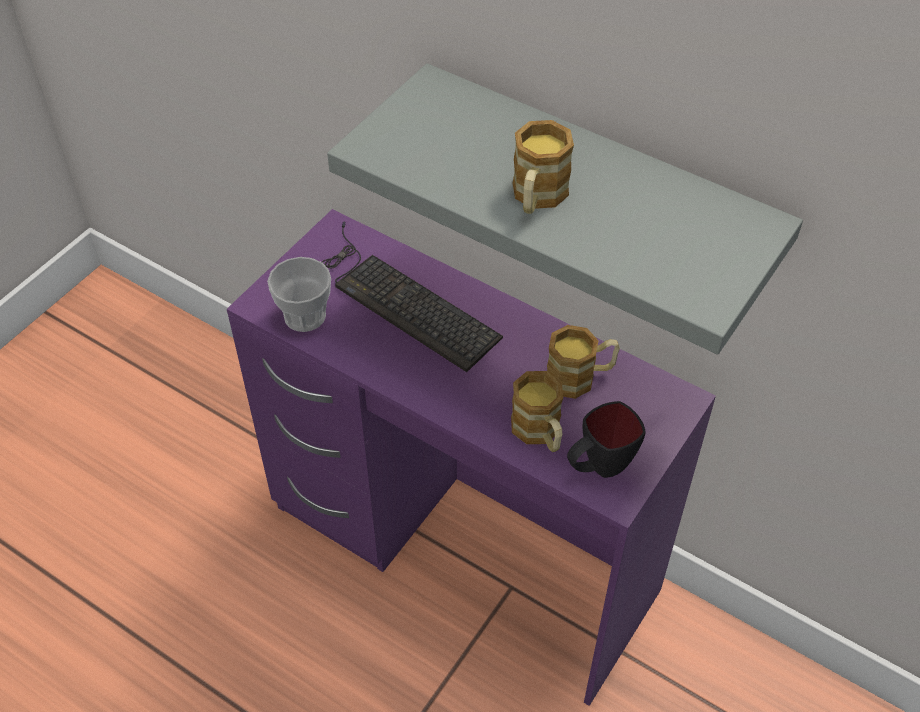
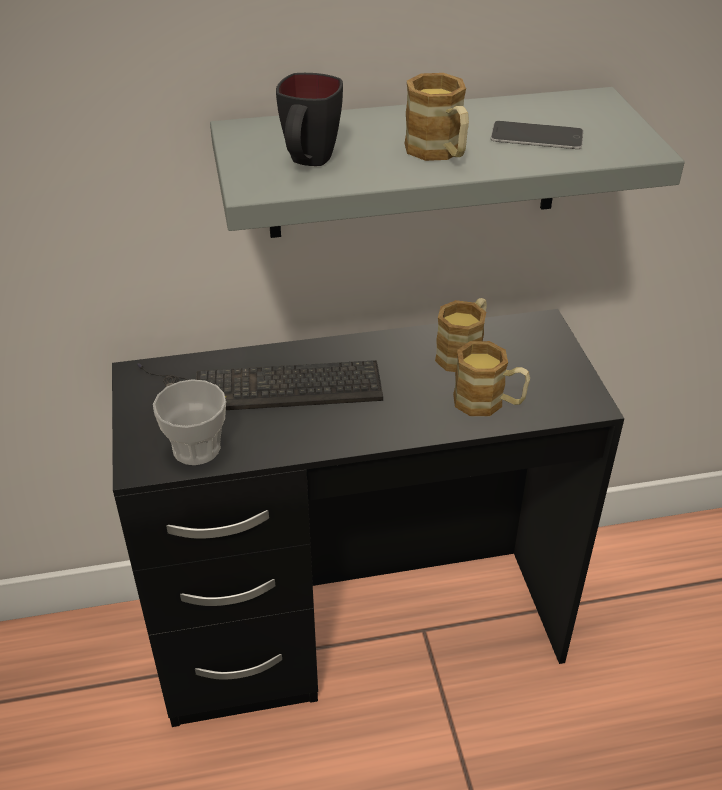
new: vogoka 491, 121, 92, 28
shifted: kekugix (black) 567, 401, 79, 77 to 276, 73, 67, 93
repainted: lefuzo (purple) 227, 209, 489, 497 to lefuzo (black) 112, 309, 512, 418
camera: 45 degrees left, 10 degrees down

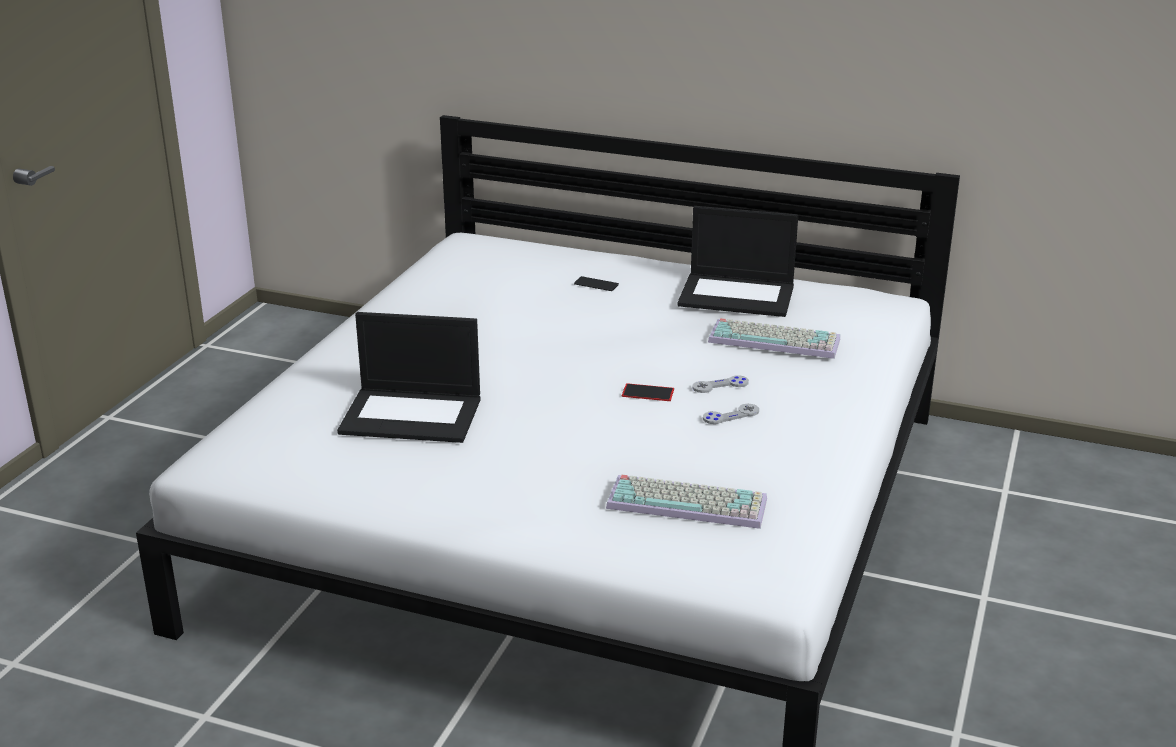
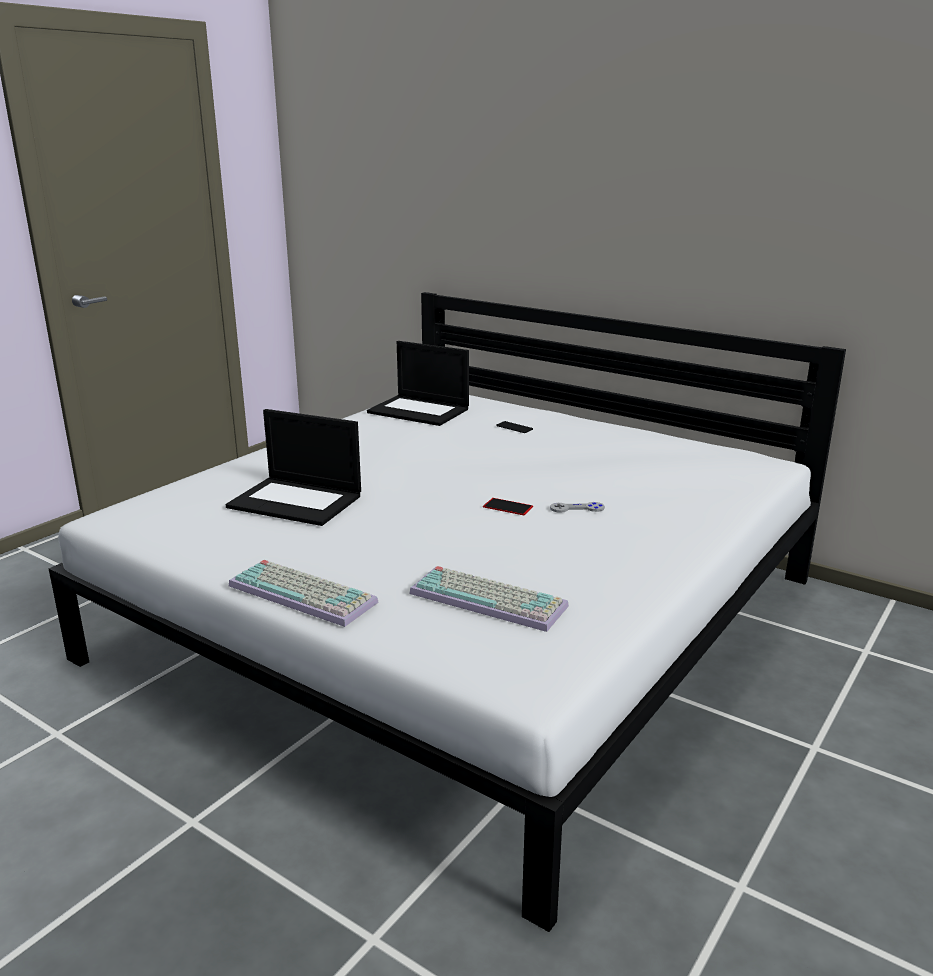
gone: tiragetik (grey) 703, 404, 56, 20
shifted: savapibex 677, 206, 121, 111 to 367, 341, 102, 85; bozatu 708, 318, 132, 41 to 229, 560, 150, 67
camera: 15 degrees right, 5 degrees down

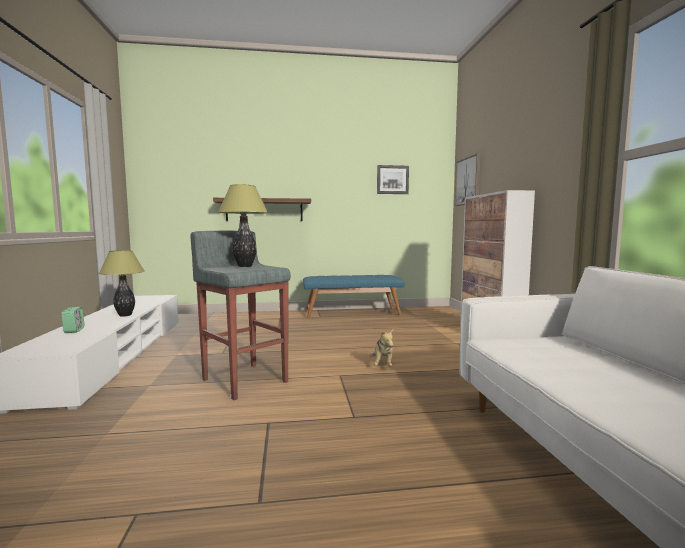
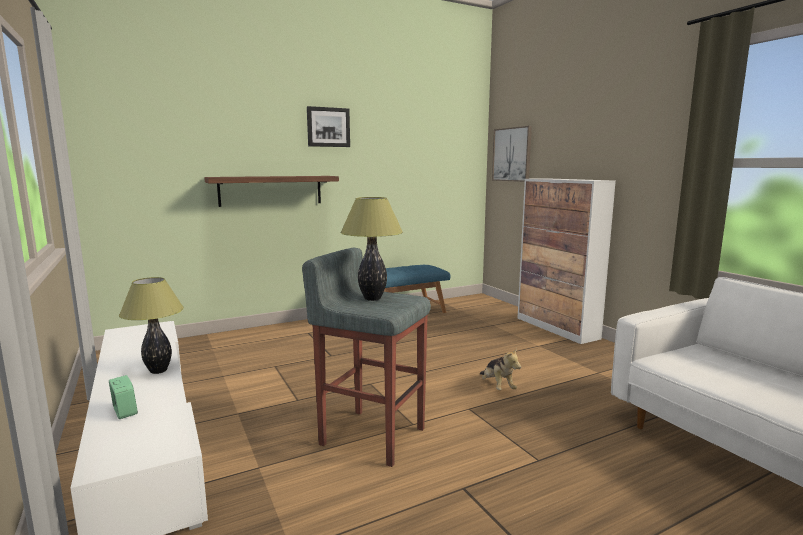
shifted: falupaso 377, 165, 32, 29 to 307, 106, 43, 41
camera: 20 degrees left, 5 degrees up

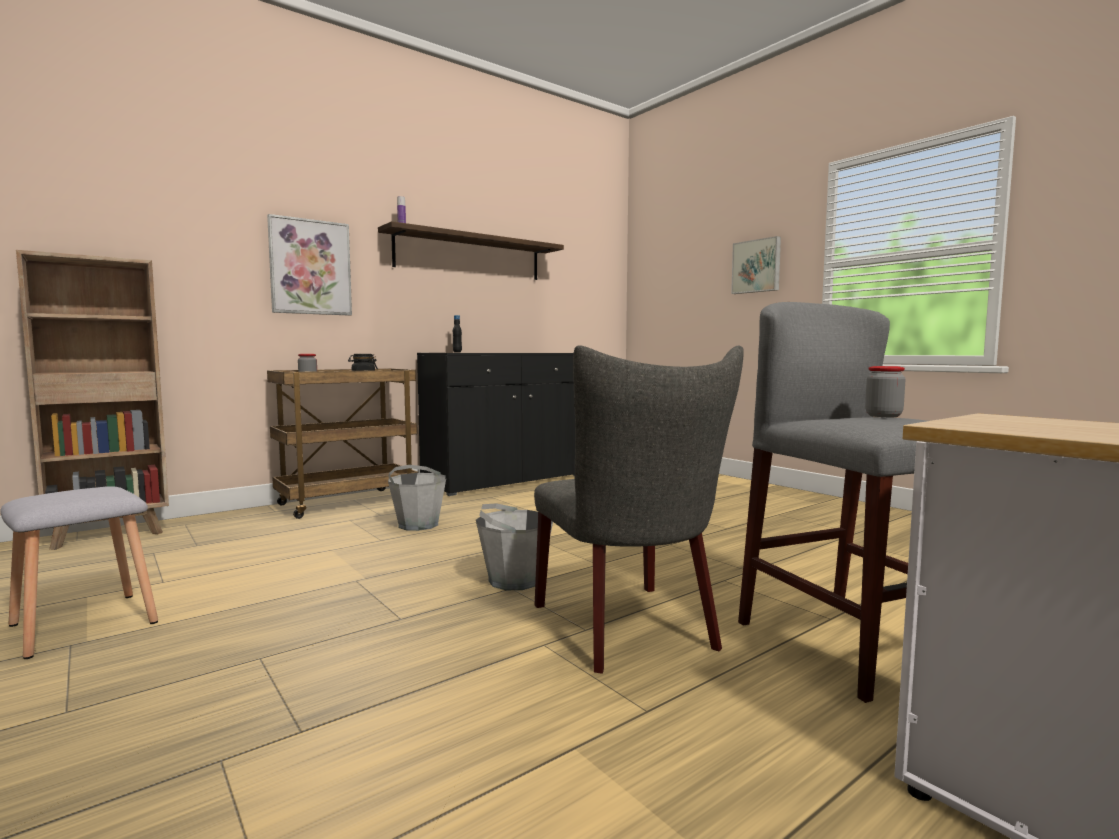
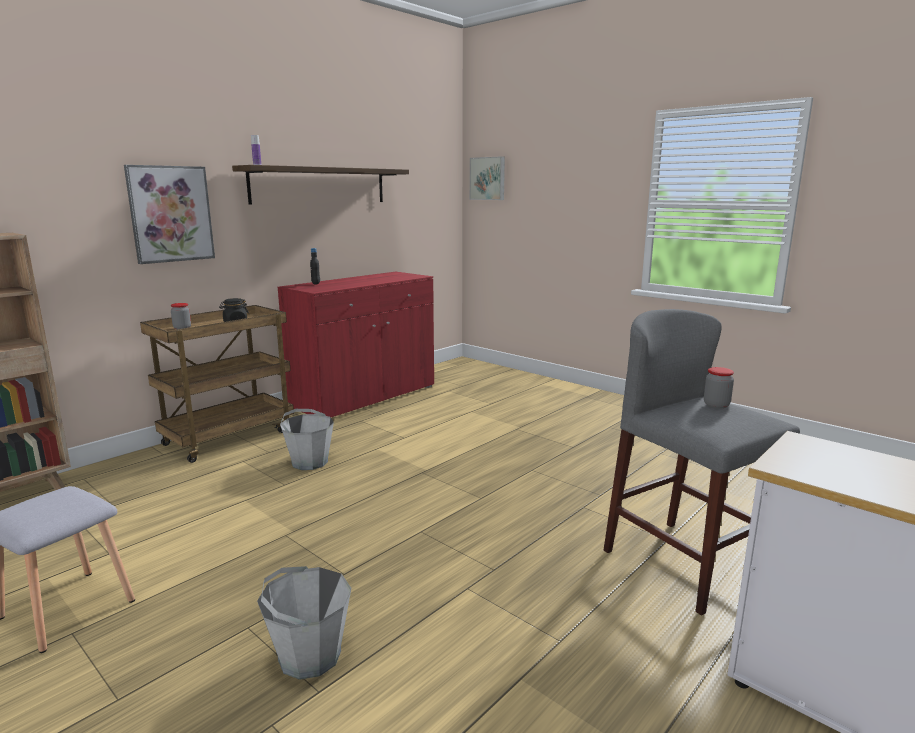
gone: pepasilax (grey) 534, 345, 210, 329
shifted: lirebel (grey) 476, 503, 77, 87 to 257, 566, 94, 114; falupaso 731, 236, 50, 58 to 470, 156, 35, 44
repainted: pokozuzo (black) 417, 353, 158, 143 to pokozuzo (red) 277, 272, 157, 145
camera: 10 degrees left, 10 degrees up

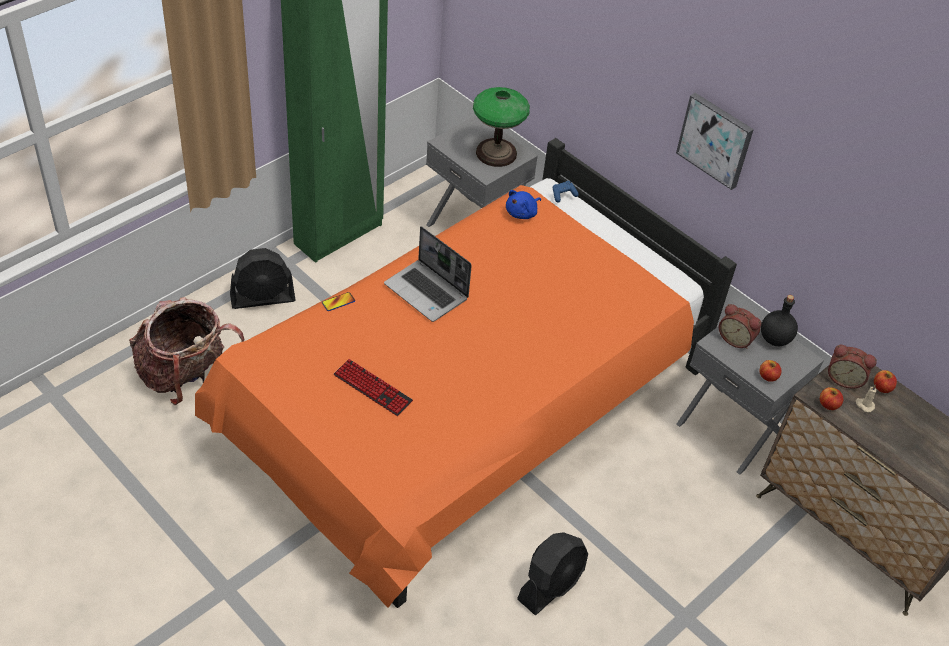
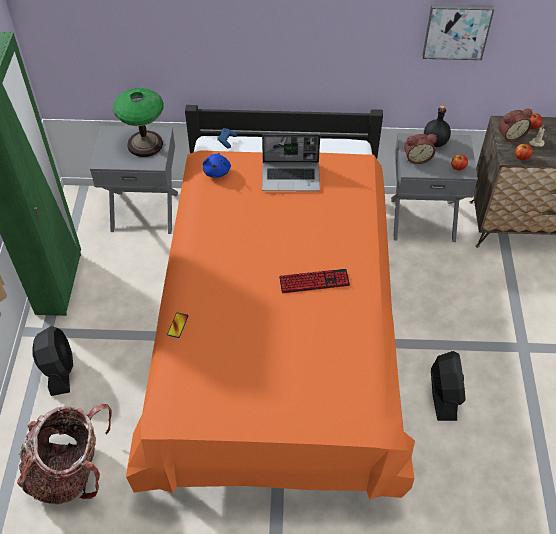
shifted: bozatu 333, 359, 80, 57 to 279, 269, 71, 24; savapibex 384, 226, 88, 96 to 262, 134, 58, 57; falupaso 676, 93, 78, 97 to 422, 4, 72, 56
rotated: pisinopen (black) 230, 248, 66, 61 = 32, 326, 41, 70 45 degrees counterclockwise
camera: 40 degrees left, 5 degrees up

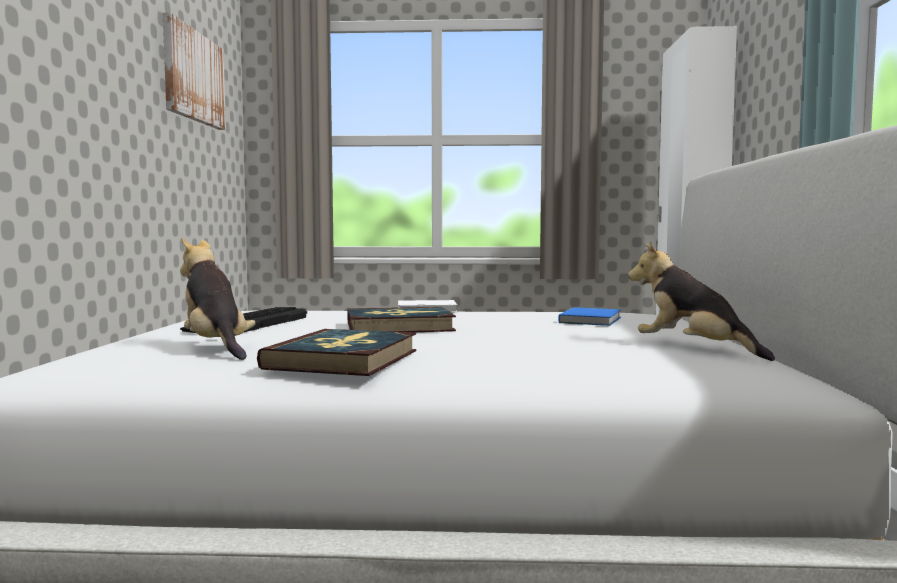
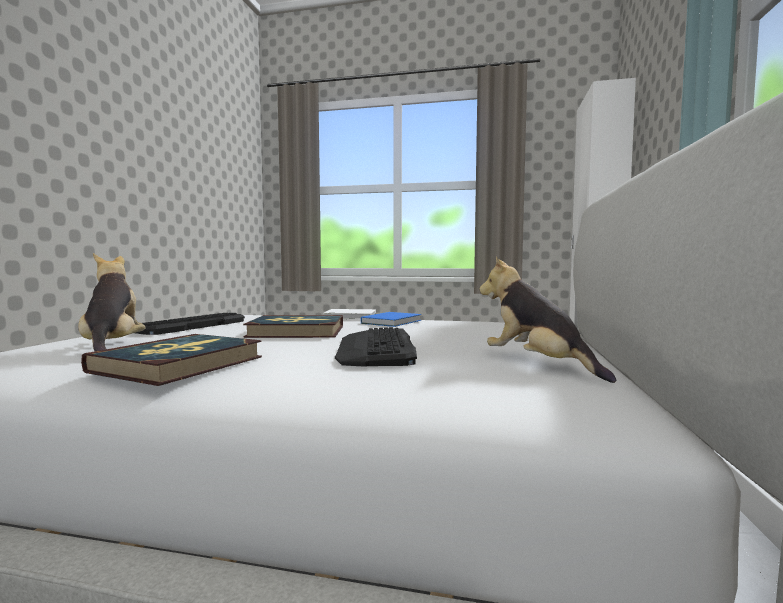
gone: falupaso 163, 13, 63, 117
new: bozatu 335, 327, 82, 40
shifted: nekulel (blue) 559, 307, 62, 19 to 361, 312, 60, 15
camera: 10 degrees right, 0 degrees up

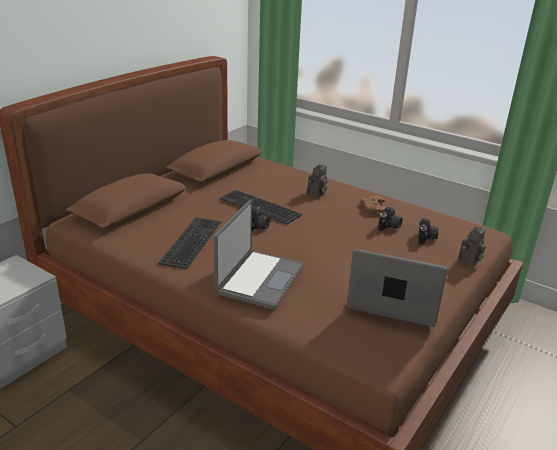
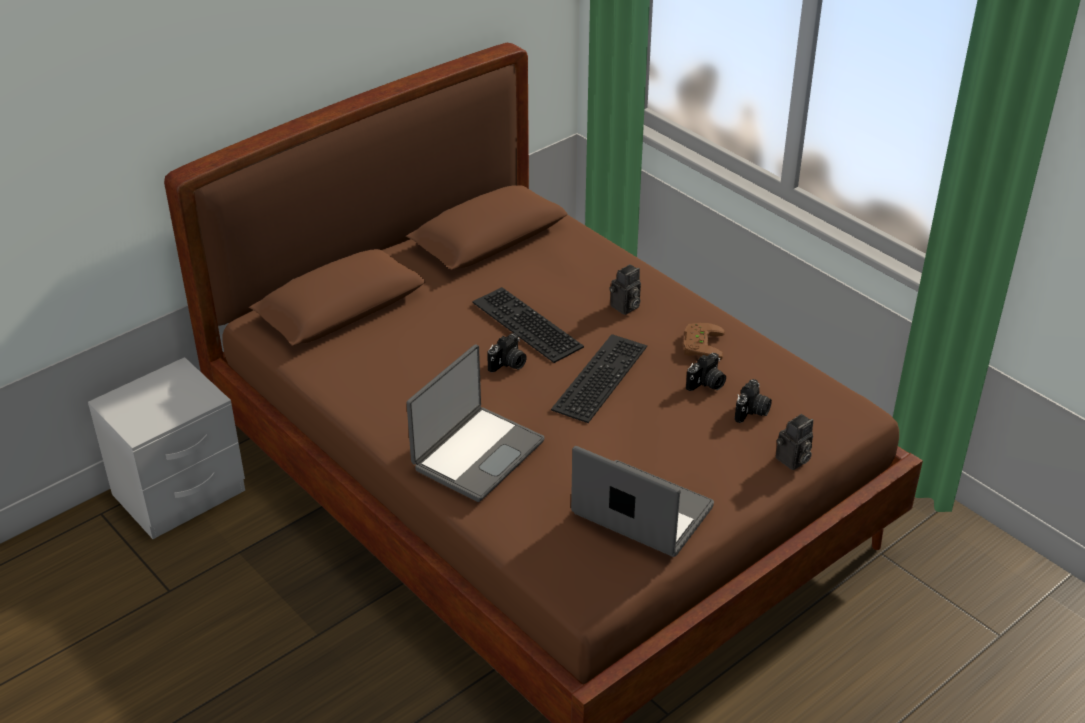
shifted: bozatu 158, 217, 63, 52 to 551, 334, 96, 89
camera: 15 degrees right, 10 degrees up

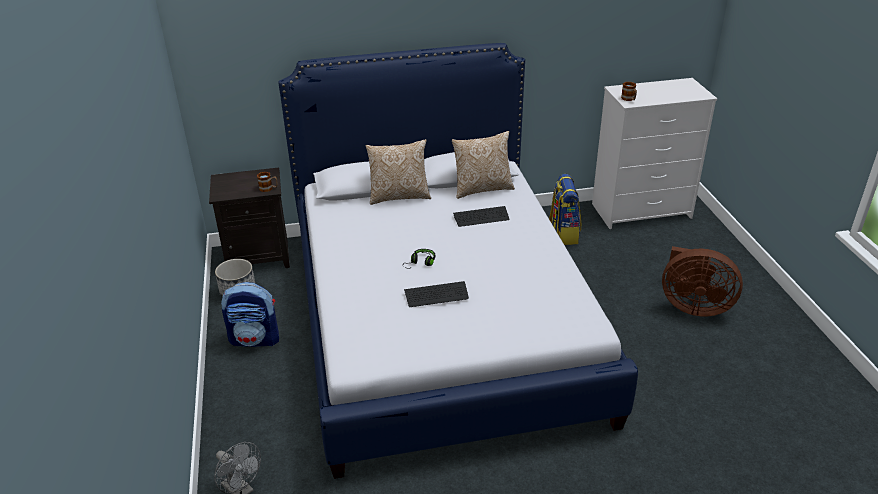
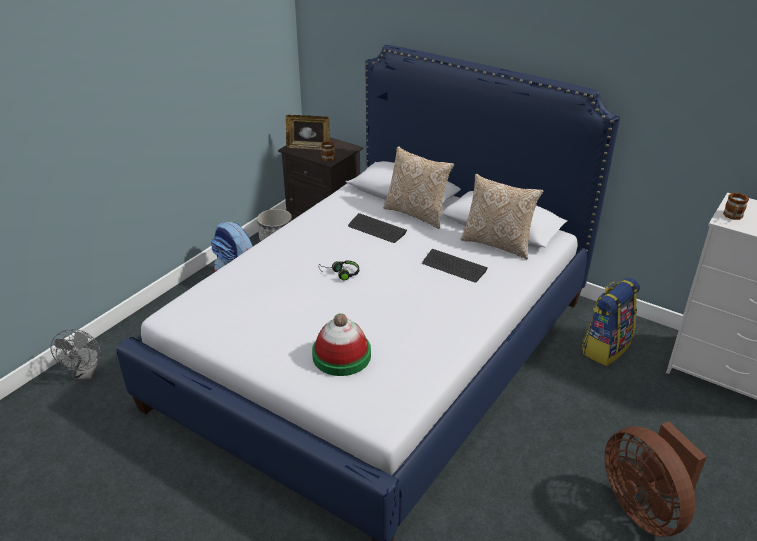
new: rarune 285, 115, 45, 35; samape 312, 313, 59, 63
shifted: bozatu 404, 281, 65, 26 to 348, 213, 59, 30
camera: 45 degrees right, 0 degrees up

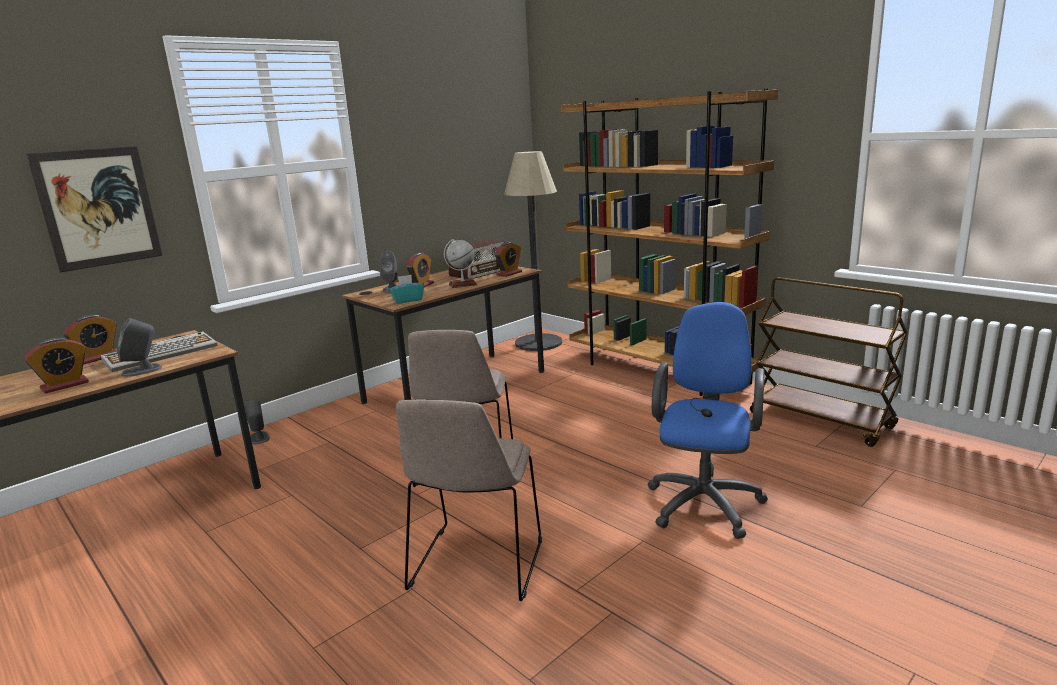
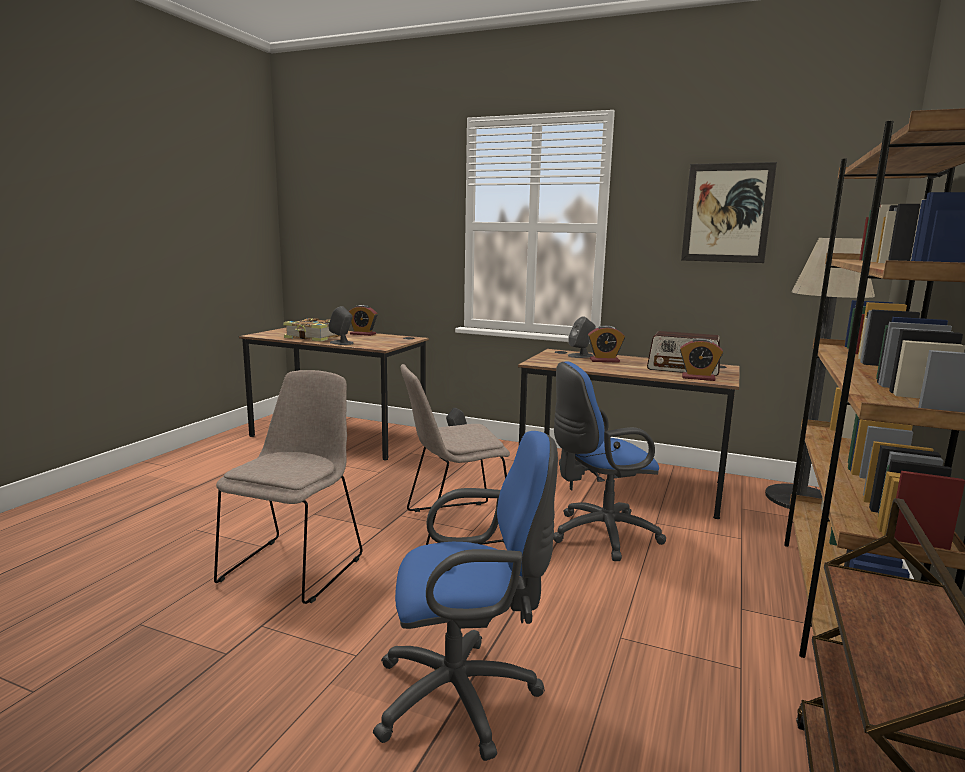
gone: bozatu 100, 331, 118, 41; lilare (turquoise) 389, 275, 35, 29; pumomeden 444, 239, 33, 49
new: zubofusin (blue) 553, 361, 113, 200
shifted: falupaso 26, 146, 137, 126 to 681, 162, 96, 101
swapped: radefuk 24, 337, 65, 57 to nekulel 283, 318, 57, 23
rotated: pepasilax (beige) 396, 400, 146, 201 = 214, 370, 148, 234 120 degrees clockwise
camera: 65 degrees right, 5 degrees down

